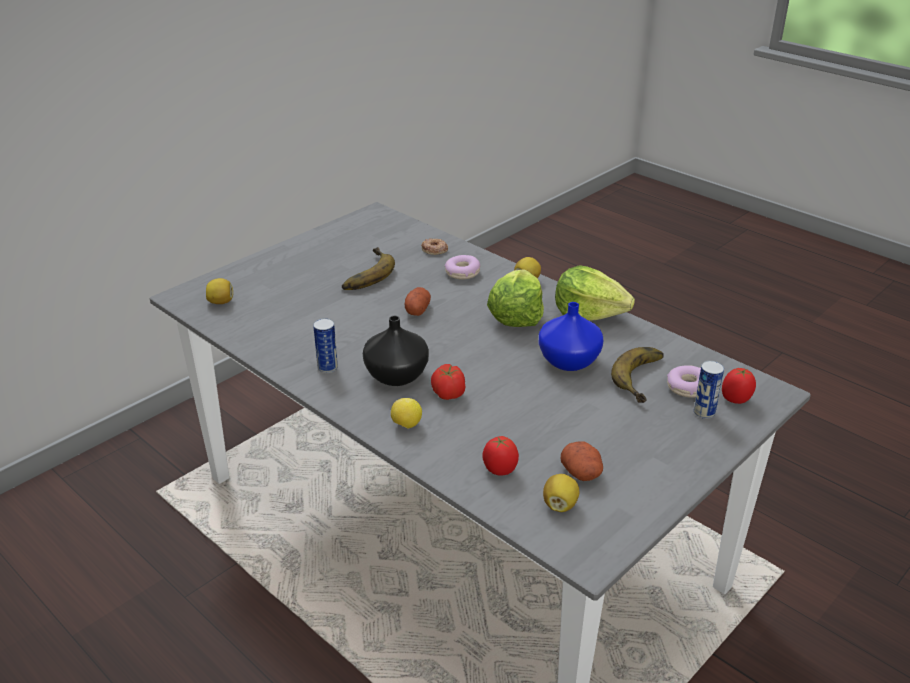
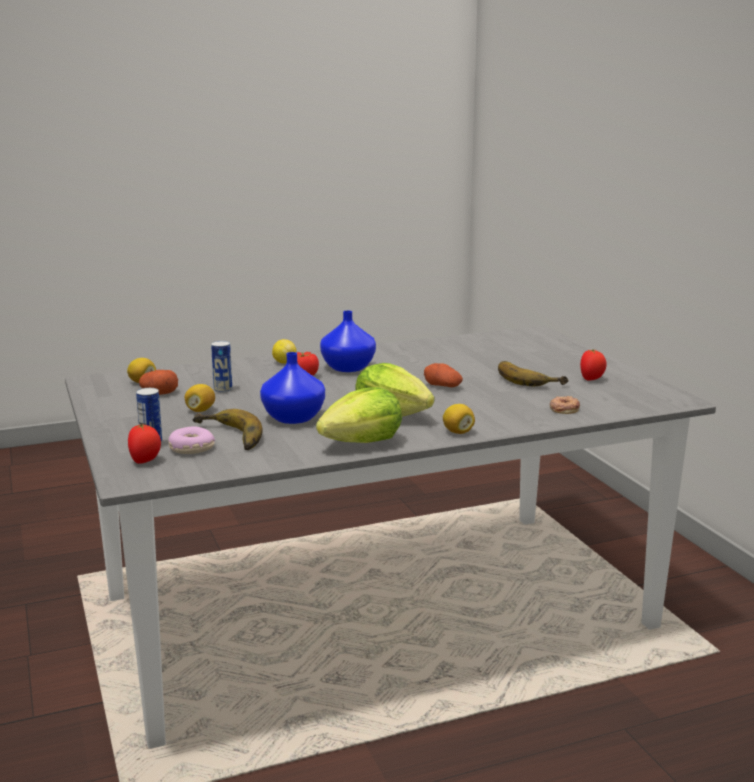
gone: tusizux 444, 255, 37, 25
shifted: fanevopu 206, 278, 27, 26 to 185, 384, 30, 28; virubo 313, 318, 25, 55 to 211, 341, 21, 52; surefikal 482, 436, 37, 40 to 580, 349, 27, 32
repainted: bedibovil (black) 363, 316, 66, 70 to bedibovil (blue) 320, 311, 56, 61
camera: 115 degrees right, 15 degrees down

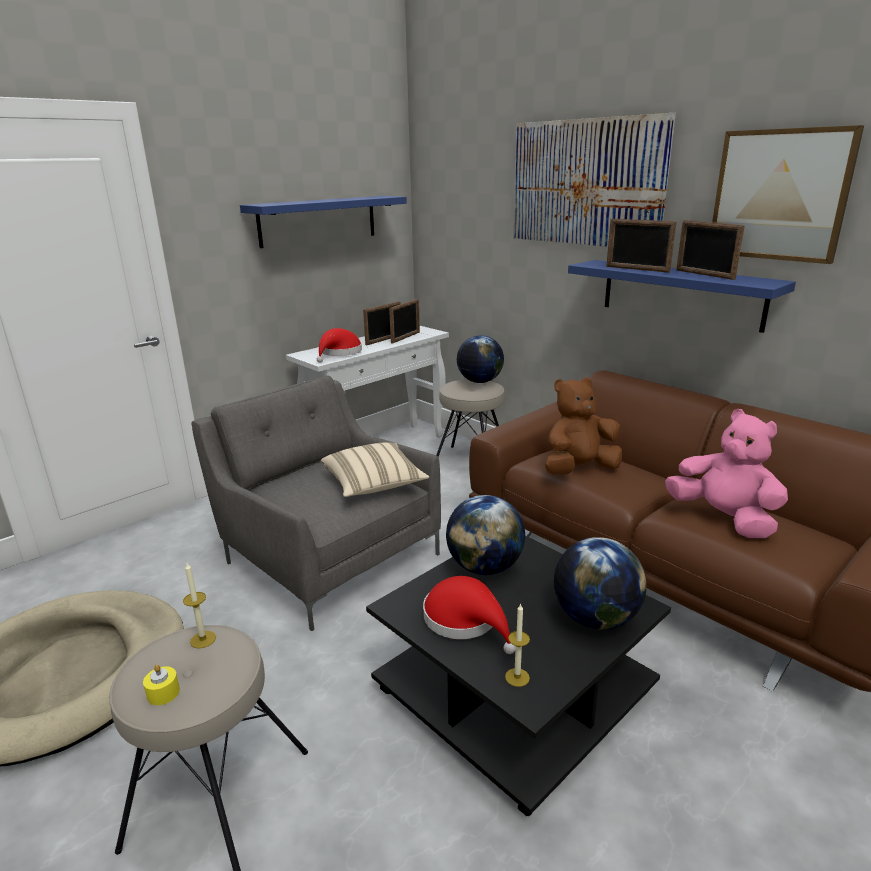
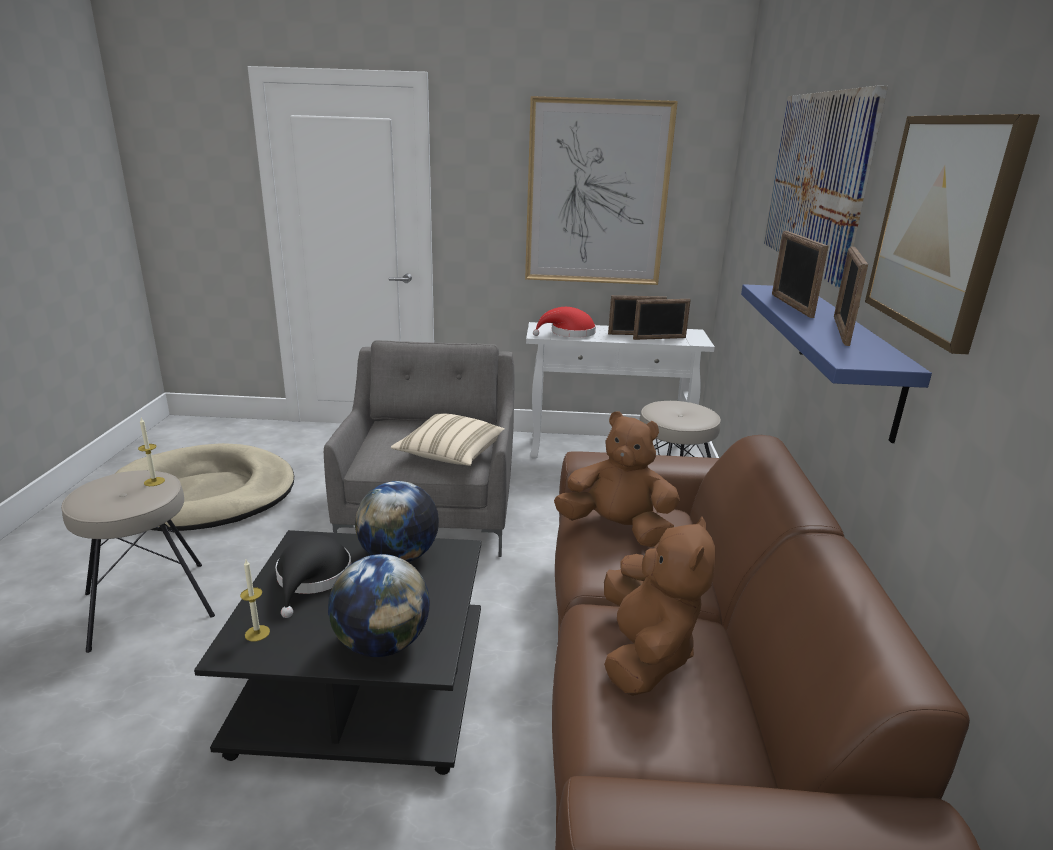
gone: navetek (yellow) 143, 664, 37, 41; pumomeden 457, 335, 47, 48
swapped: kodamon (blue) 240, 196, 167, 52 to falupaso 525, 96, 153, 189
repainted: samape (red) 423, 576, 93, 78 to samape (black) 275, 535, 76, 83; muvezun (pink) 665, 409, 123, 129 to muvezun (brown) 604, 516, 112, 180
camera: 45 degrees right, 0 degrees up

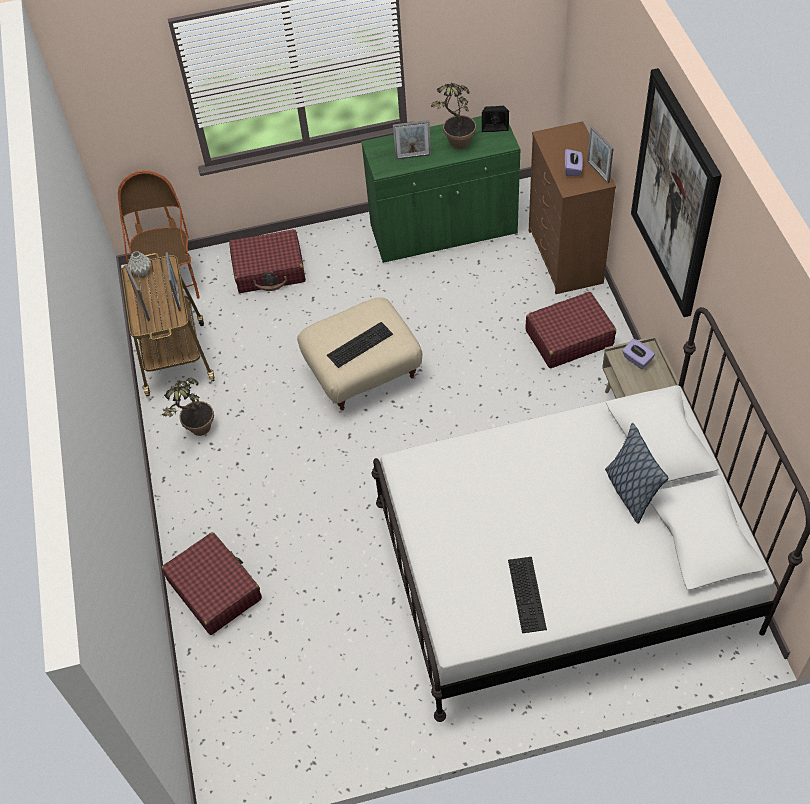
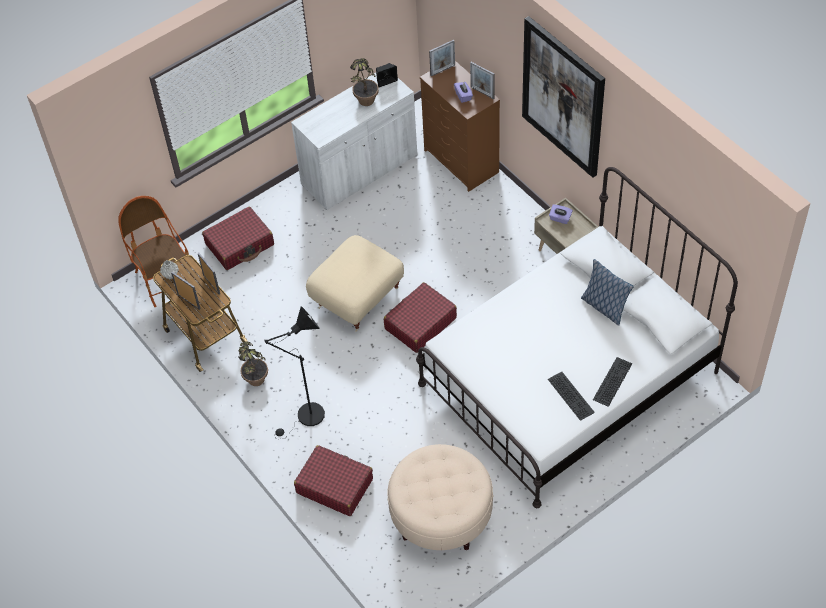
new: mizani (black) 265, 306, 60, 133; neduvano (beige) 387, 444, 107, 106
shifted: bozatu 327, 322, 66, 46 to 593, 357, 40, 50; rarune 393, 120, 38, 40 to 429, 40, 26, 36; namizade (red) 525, 292, 91, 76 to 384, 282, 73, 71
repainted: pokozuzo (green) 361, 116, 159, 147 to pokozuzo (white) 291, 73, 126, 137
camera: 25 degrees left, 0 degrees up

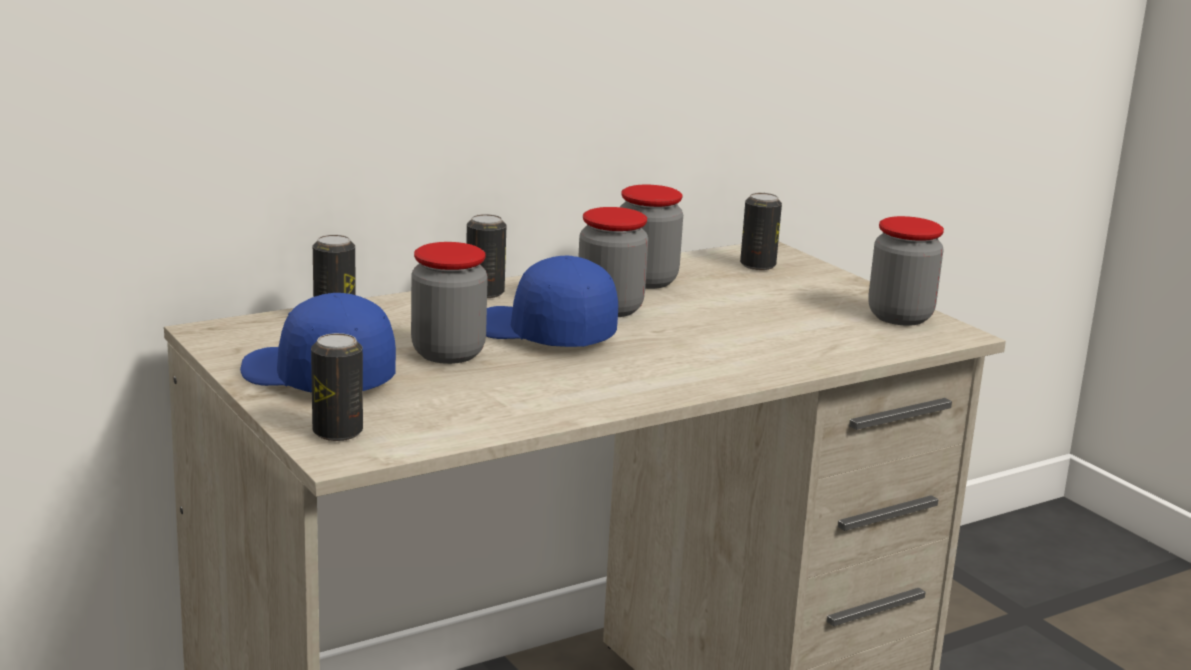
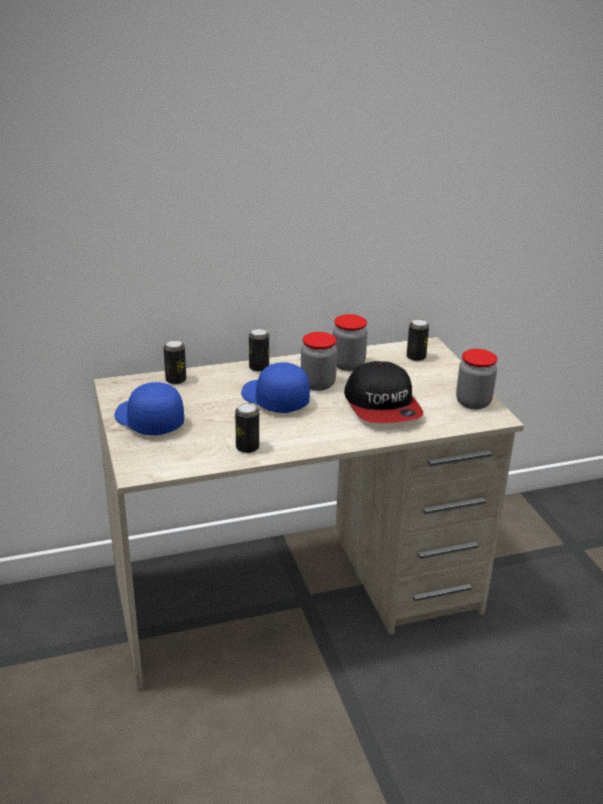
gone: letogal 411, 242, 77, 122
new: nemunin 344, 361, 79, 62
shifted: virubo 311, 333, 52, 108 to 235, 403, 24, 50
camera: 15 degrees right, 10 degrees up

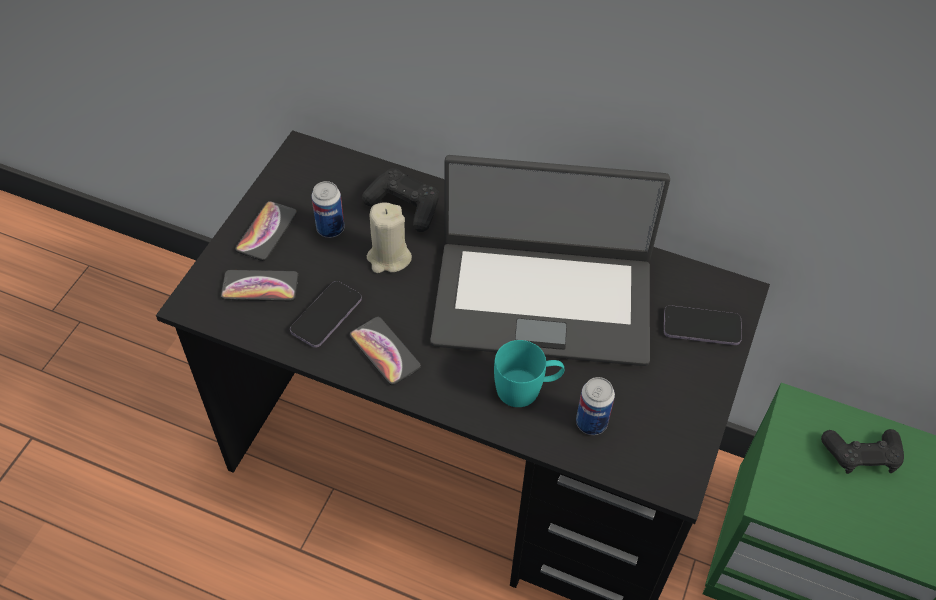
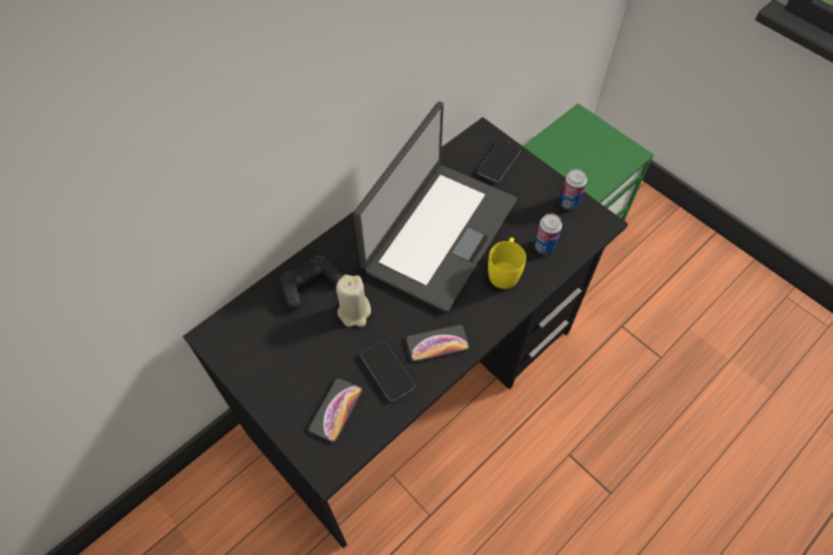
gone: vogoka 235, 201, 62, 60; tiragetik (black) 821, 429, 83, 45
shifted: virubo 311, 181, 34, 57 to 559, 169, 28, 41
repainted: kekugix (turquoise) 494, 340, 70, 67 to kekugix (yellow) 488, 237, 38, 52
camera: 65 degrees left, 5 degrees up

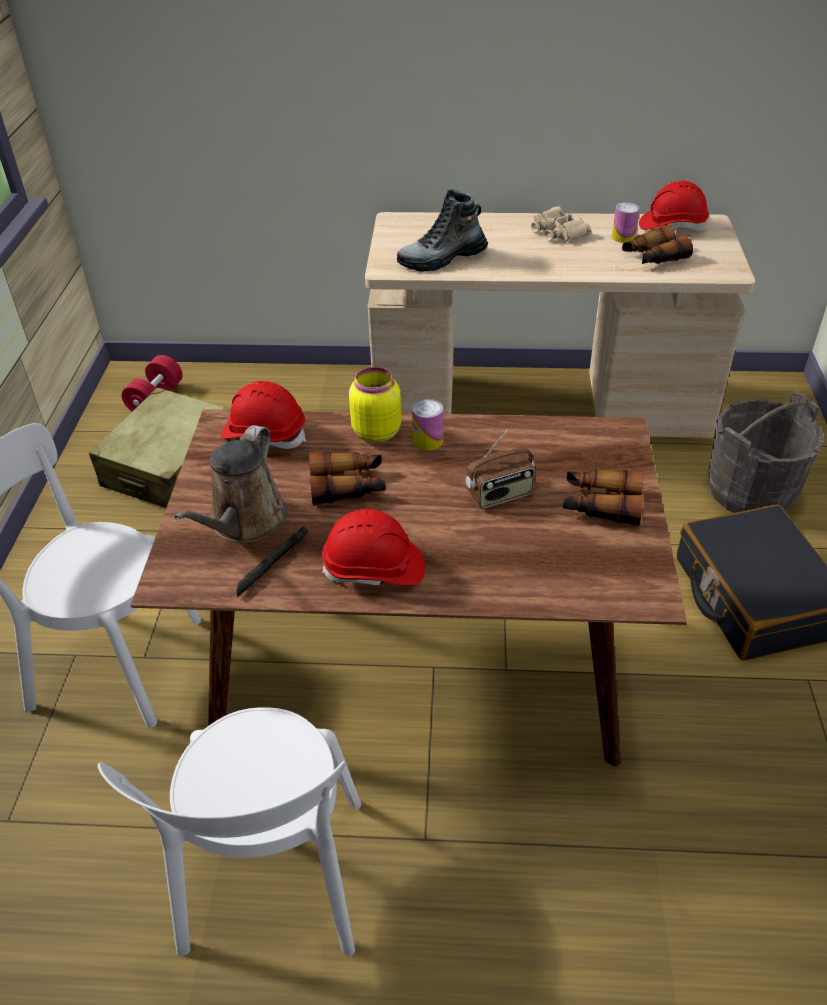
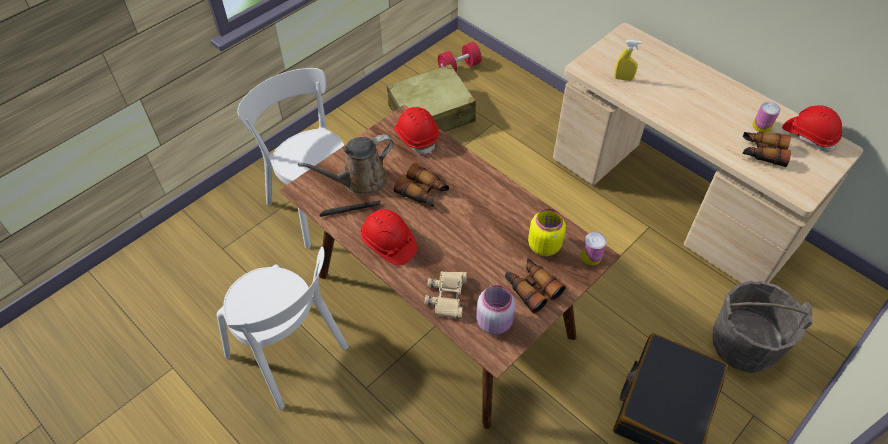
gone: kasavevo 466, 429, 69, 80
new: letogal (pink) 476, 285, 40, 50
shifted: letogal (yellow) 349, 367, 52, 76 to 528, 208, 38, 48; virubo 412, 399, 31, 52 to 581, 232, 26, 33; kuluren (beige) 531, 206, 60, 35 to 425, 271, 42, 48
swapped: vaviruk 397, 189, 91, 83 to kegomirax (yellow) 614, 40, 27, 41
rotated: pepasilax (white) 98, 708, 263, 248 = 217, 247, 132, 163 90 degrees counterclockwise
camera: 40 degrees right, 10 degrees up

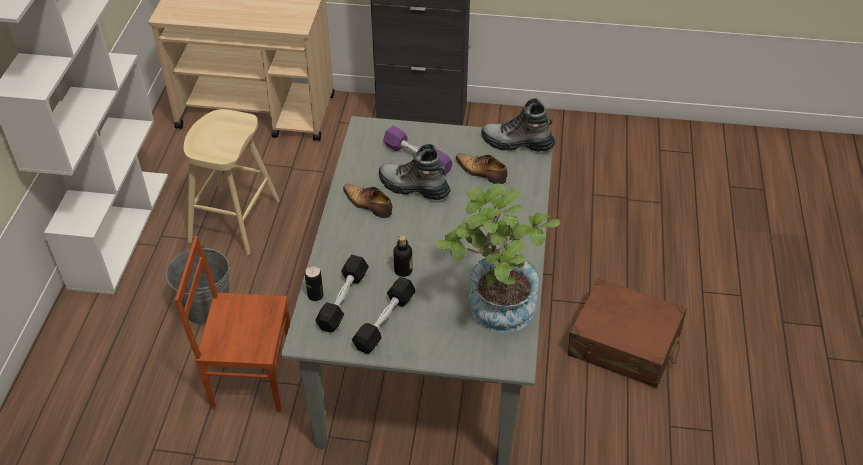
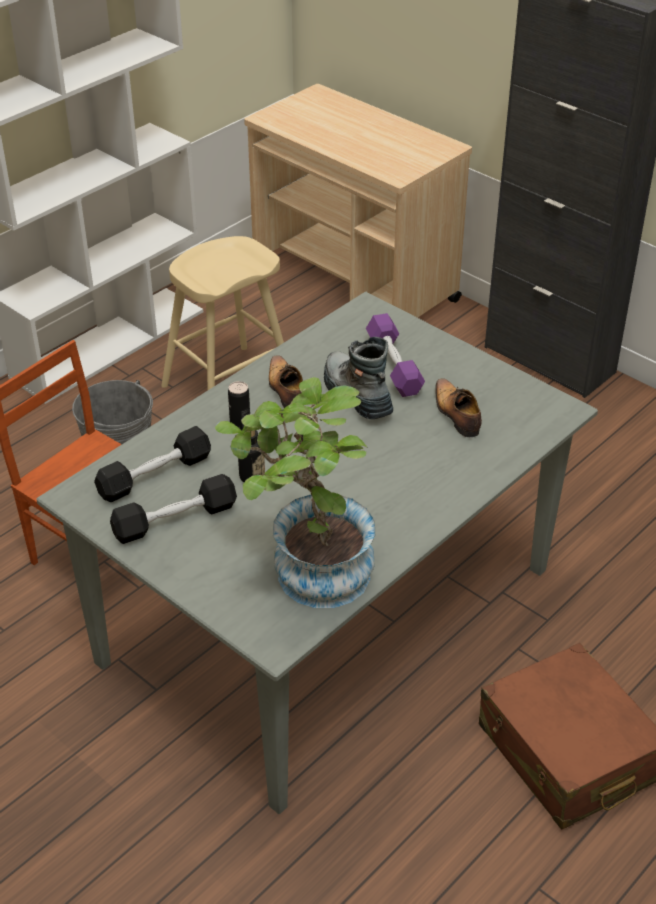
gone: vaviruk 481, 98, 74, 54
shifted: virubo 305, 266, 19, 35 to 228, 381, 22, 49
camera: 35 degrees right, 5 degrees down

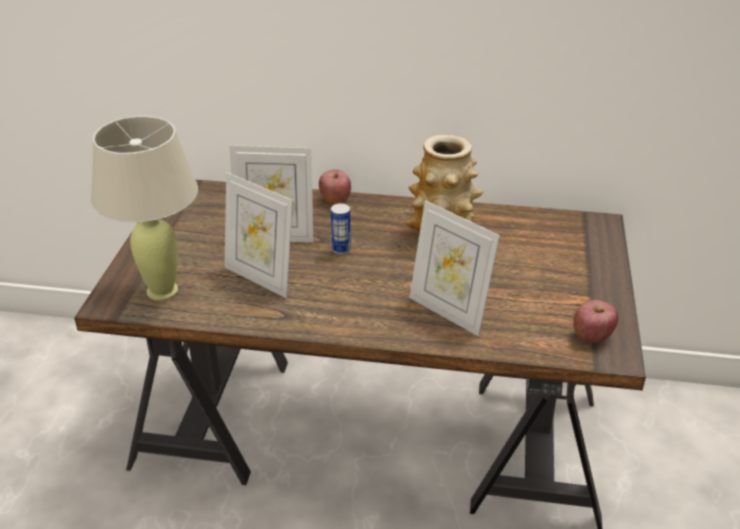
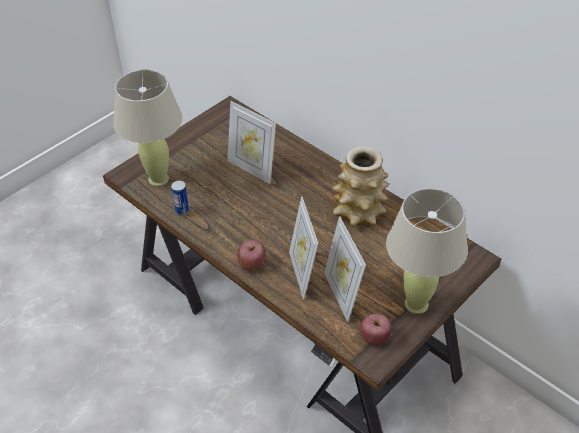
new: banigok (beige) 386, 188, 82, 126
shifted: rarune 224, 172, 69, 126 to 324, 216, 42, 106; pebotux 319, 169, 32, 36 to 237, 240, 28, 31; virubo 331, 203, 20, 52 to 171, 181, 18, 35
camera: 35 degrees right, 10 degrees up

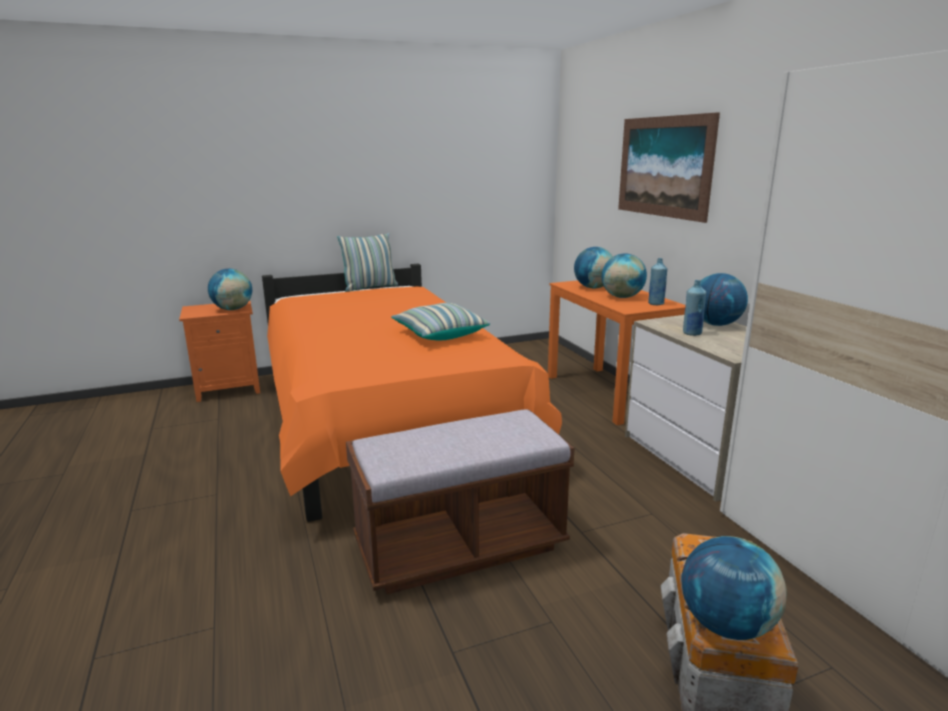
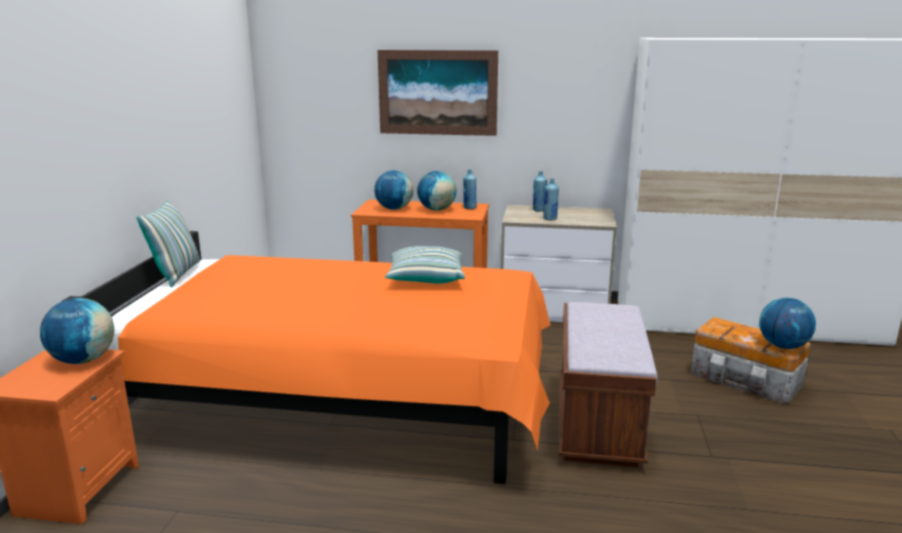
swapped: pumomeden 700, 273, 48, 53 to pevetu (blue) 533, 171, 14, 41
camera: 60 degrees left, 0 degrees up

